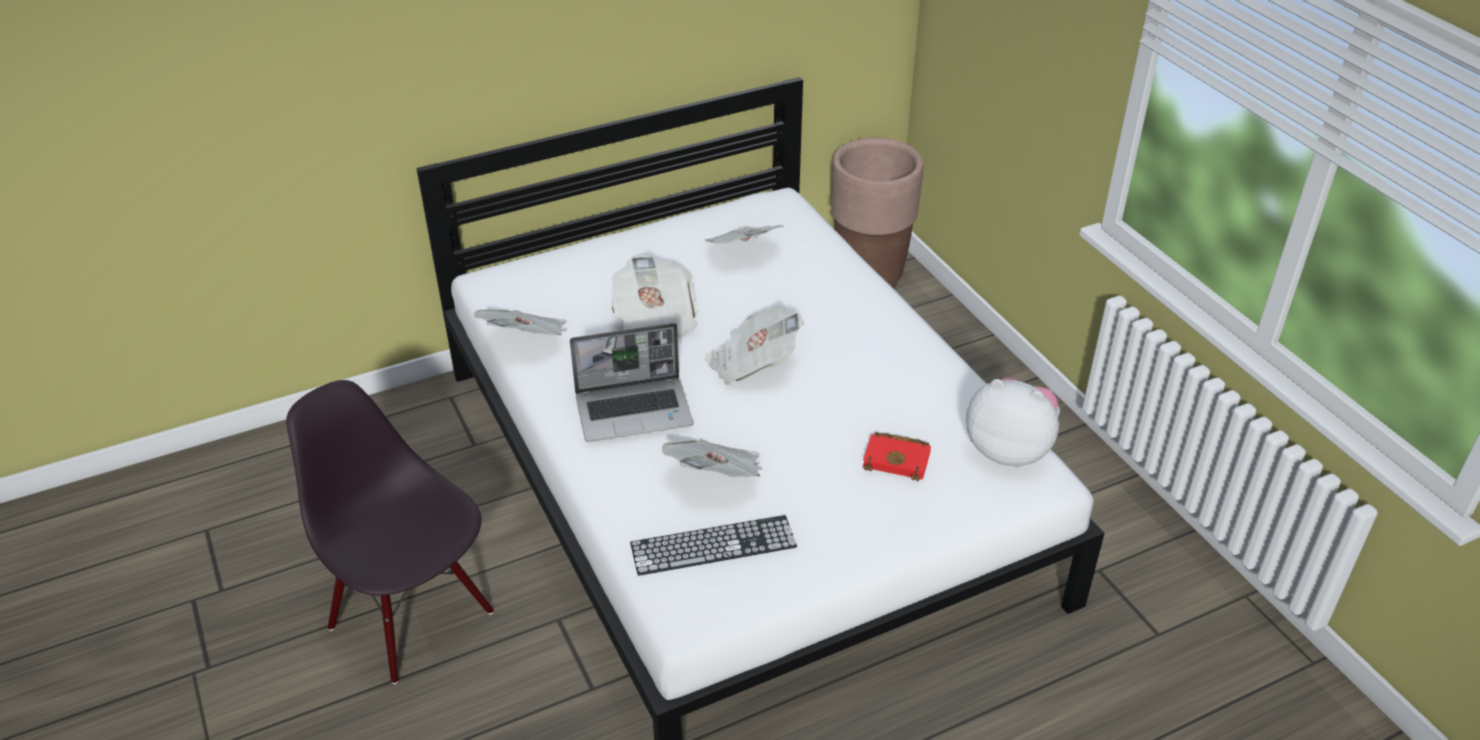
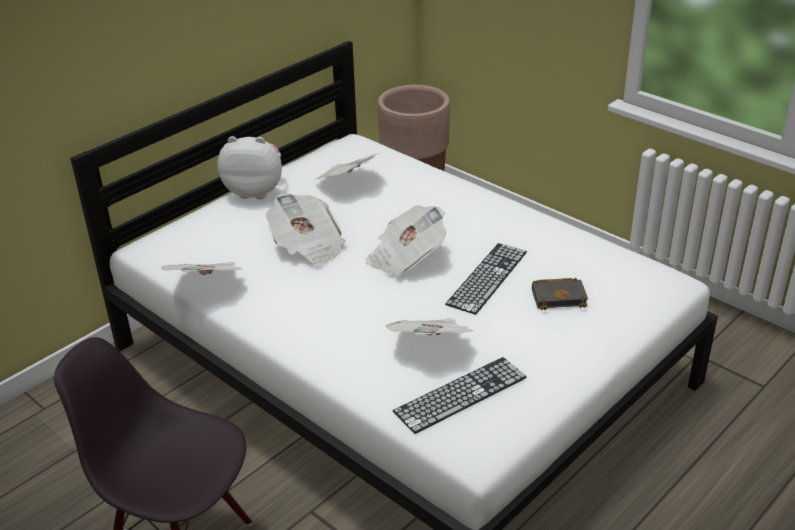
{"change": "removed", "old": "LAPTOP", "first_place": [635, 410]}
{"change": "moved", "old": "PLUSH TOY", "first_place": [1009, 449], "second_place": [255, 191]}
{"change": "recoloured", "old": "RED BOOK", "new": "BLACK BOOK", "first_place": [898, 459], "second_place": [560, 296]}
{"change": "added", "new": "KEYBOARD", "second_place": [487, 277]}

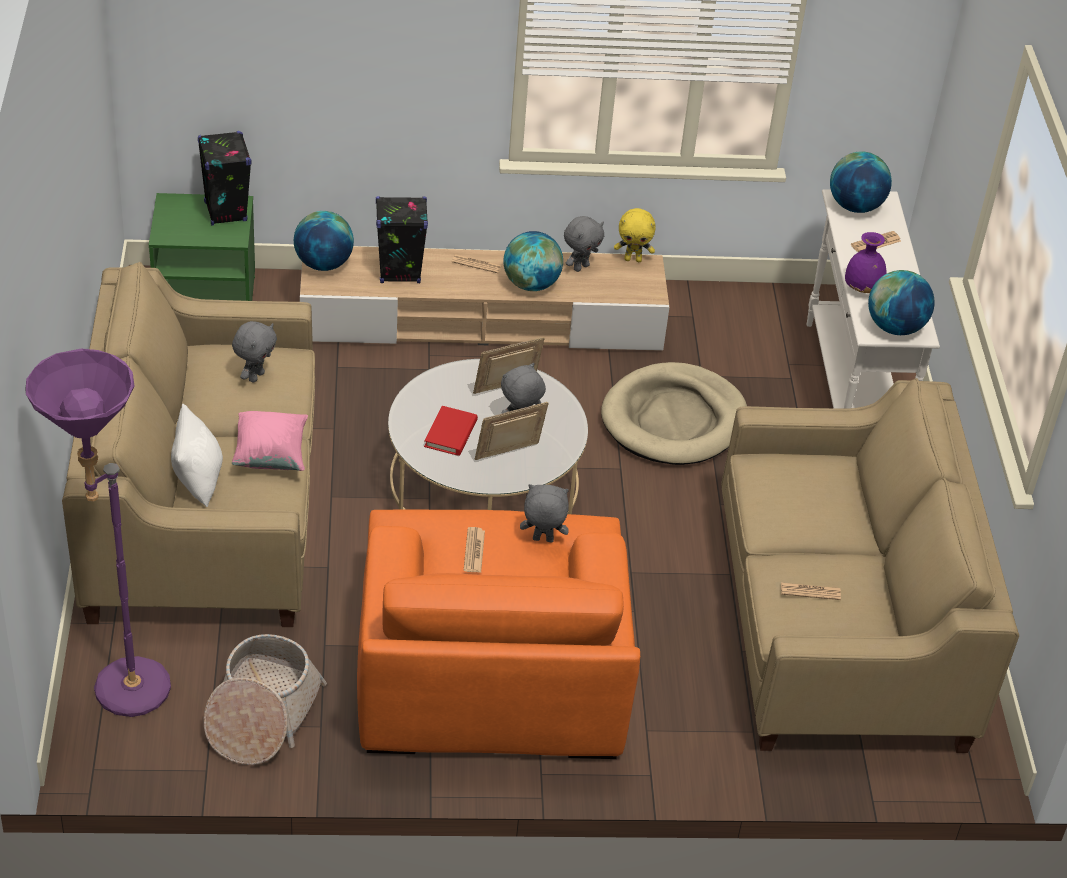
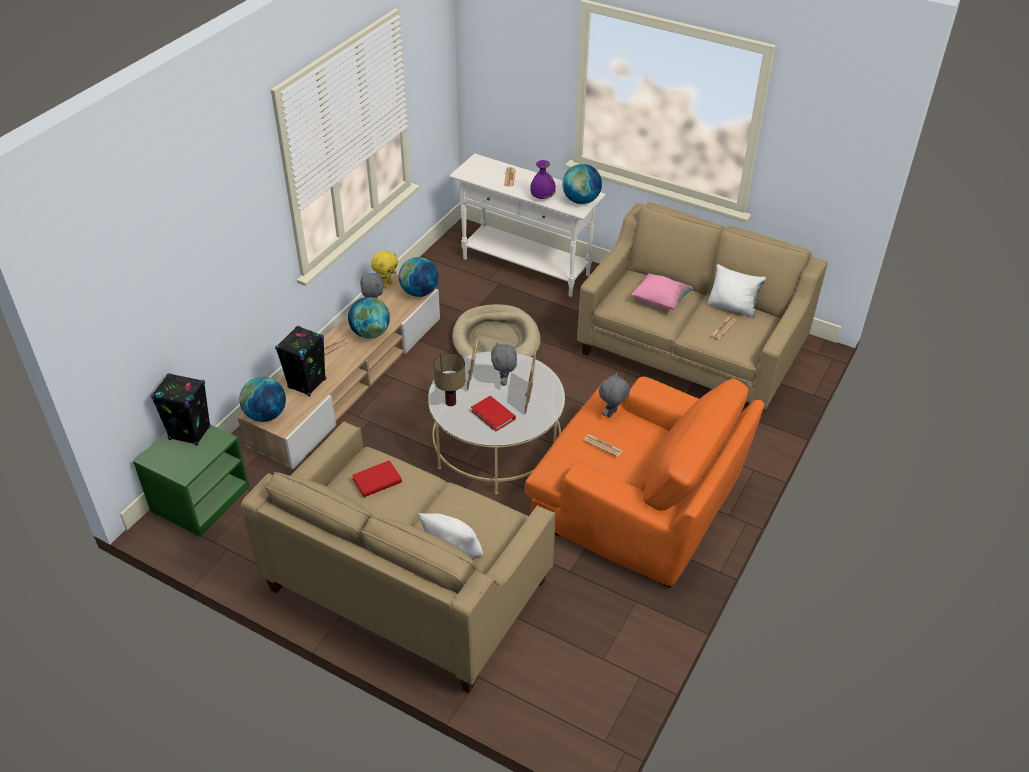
{"change": "moved", "old": "GLOBE", "first_place": [855, 206], "second_place": [419, 292]}
{"change": "replaced", "old": "GREY PLUSH TOY", "new": "RED BOOK", "first_place": [255, 376], "second_place": [377, 481]}
{"change": "removed", "old": "PURPLE FLOOR LAMP", "first_place": [119, 697]}
{"change": "moved", "old": "PINK PILLOW", "first_place": [270, 455], "second_place": [660, 301]}
{"change": "removed", "old": "BASKET", "first_place": [261, 715]}
{"change": "added", "new": "WHITE PILLOW", "second_place": [733, 307]}
{"change": "added", "new": "TABLE LAMP", "second_place": [450, 402]}

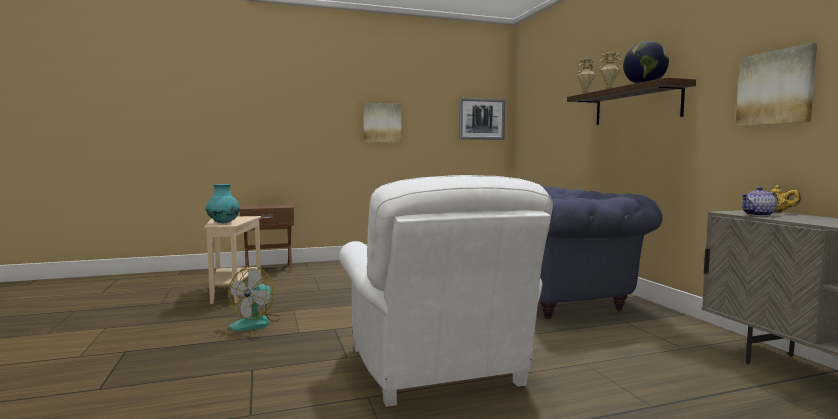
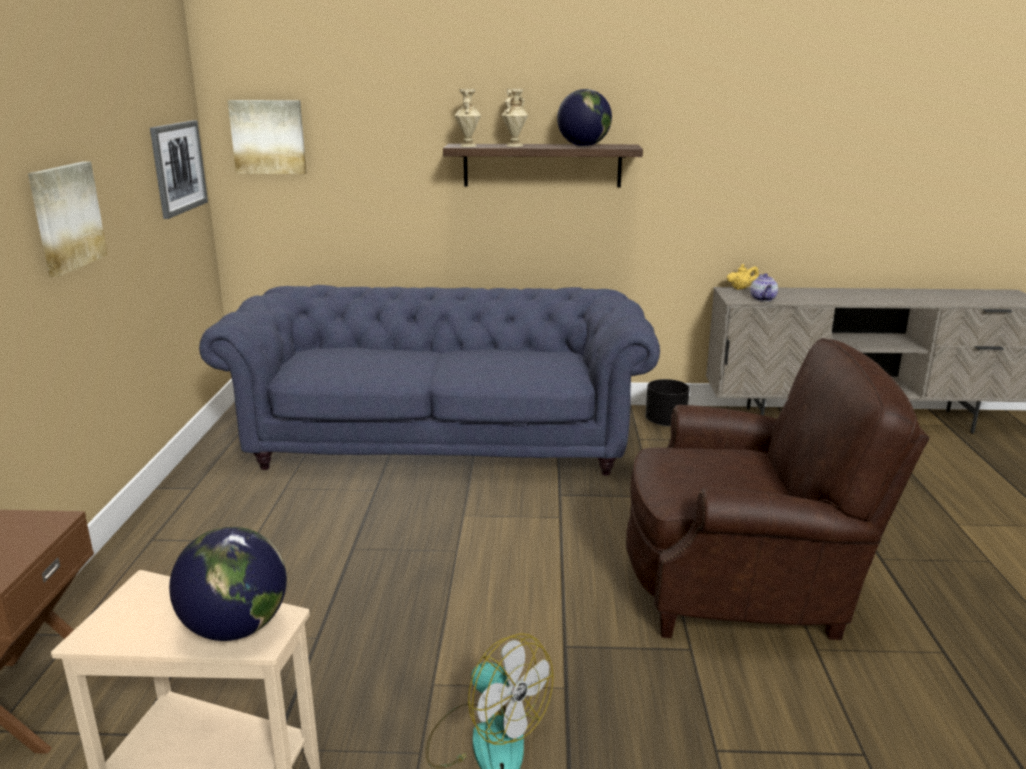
{"change": "moved", "old": "PICTURE", "first_place": [775, 88], "second_place": [268, 137]}
{"change": "recoloured", "old": "WHITE ARMCHAIR", "new": "BROWN ARMCHAIR", "first_place": [438, 369], "second_place": [745, 584]}
{"change": "replaced", "old": "TURQUOISE VASE", "new": "GLOBE", "first_place": [223, 223], "second_place": [236, 628]}
{"change": "added", "new": "BLACK PLANTER", "second_place": [666, 422]}

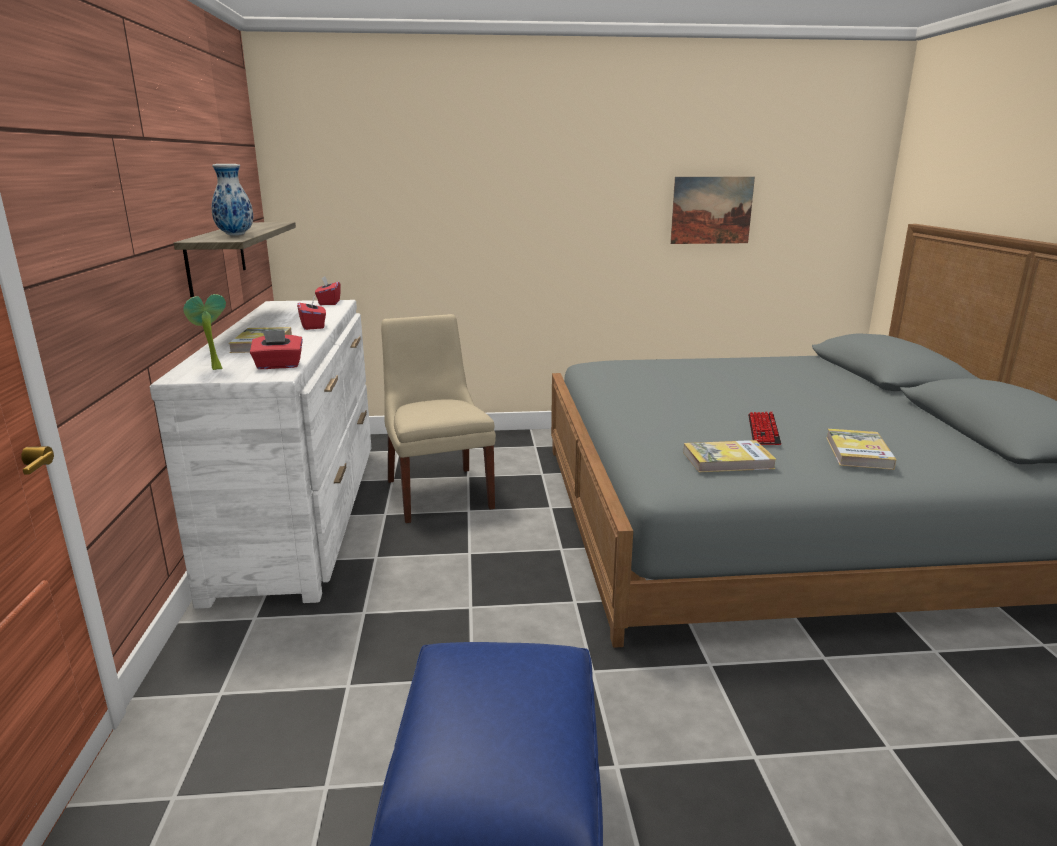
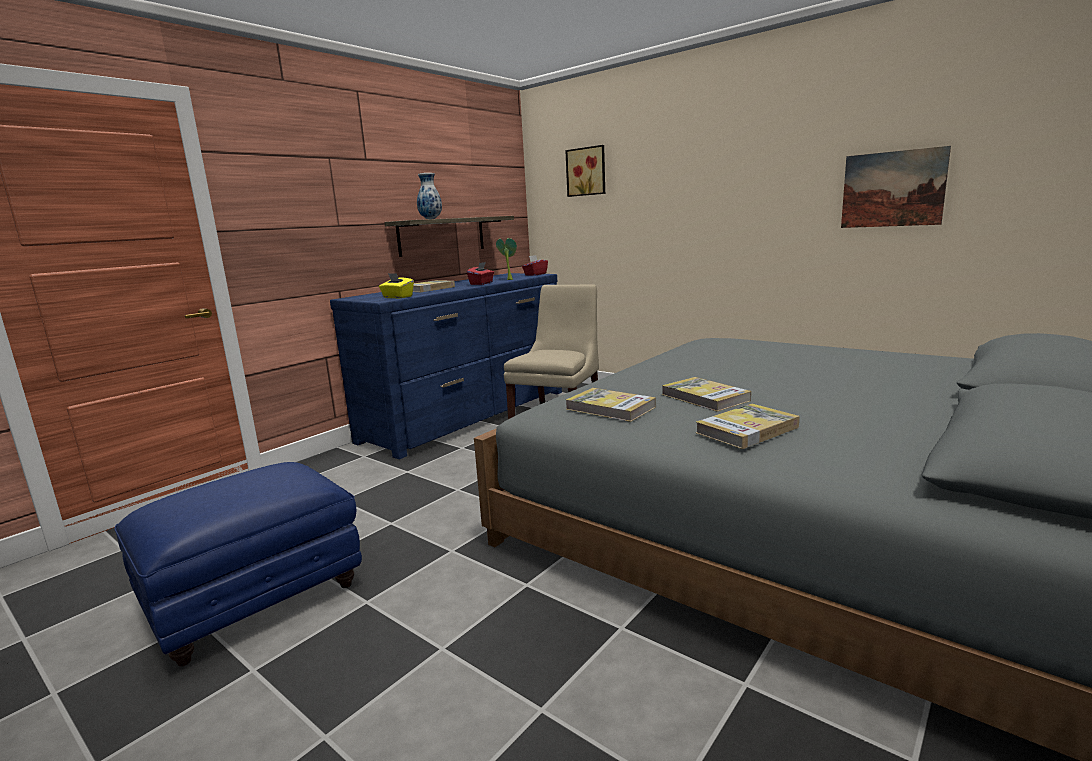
{"change": "moved", "old": "POTTED PLANT", "first_place": [213, 368], "second_place": [509, 279]}
{"change": "recoloured", "old": "WHITE DRESSER", "new": "BLUE DRESSER", "first_place": [301, 513], "second_place": [469, 415]}
{"change": "recoloured", "old": "RED TISSUE BOX", "new": "YELLOW TISSUE BOX", "first_place": [278, 366], "second_place": [397, 297]}
{"change": "replaced", "old": "KEYBOARD", "new": "BOOK", "first_place": [763, 430], "second_place": [705, 397]}
{"change": "added", "new": "PICTURE", "second_place": [587, 171]}

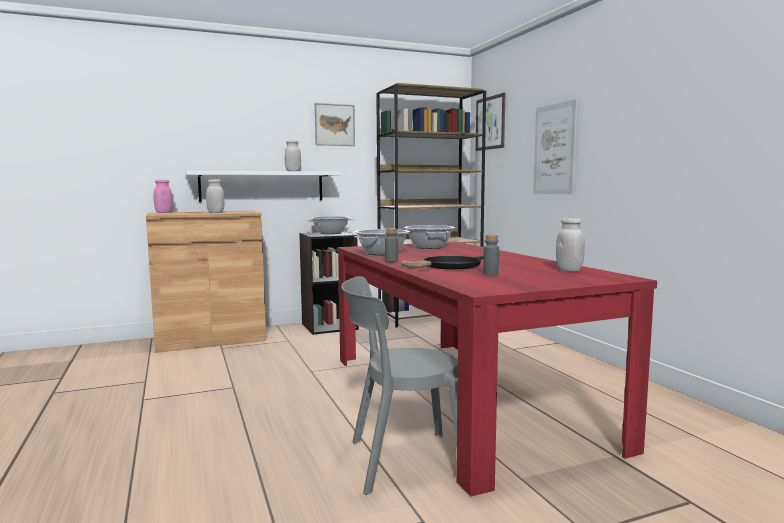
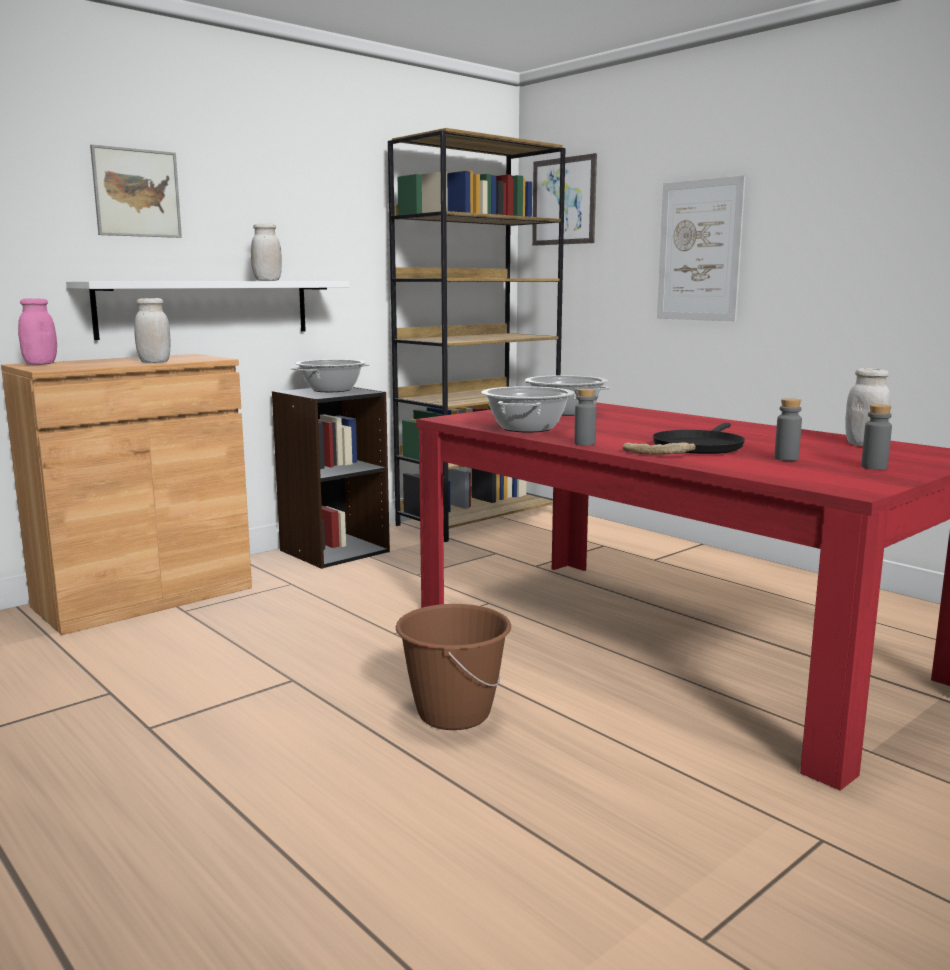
{"change": "moved", "old": "PICTURE", "first_place": [334, 125], "second_place": [137, 193]}
{"change": "removed", "old": "GREY CHAIR", "first_place": [399, 461]}
{"change": "added", "new": "GREY BOTTLE", "second_place": [874, 467]}
{"change": "added", "new": "BROWN BUCKET", "second_place": [453, 713]}

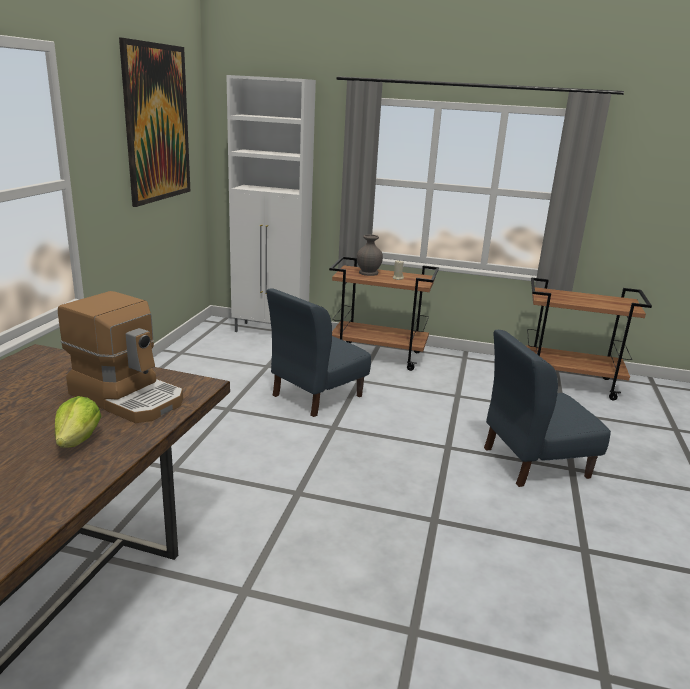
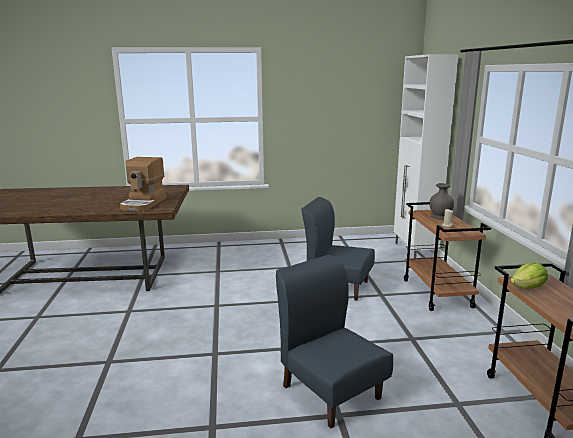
{"change": "removed", "old": "PICTURE", "first_place": [157, 124]}
{"change": "moved", "old": "LETTUCE", "first_place": [78, 440], "second_place": [528, 288]}

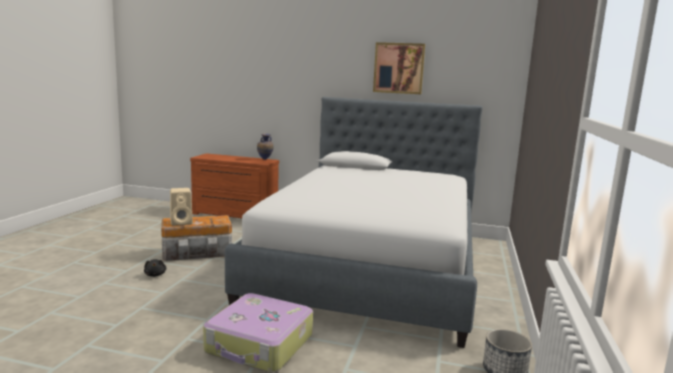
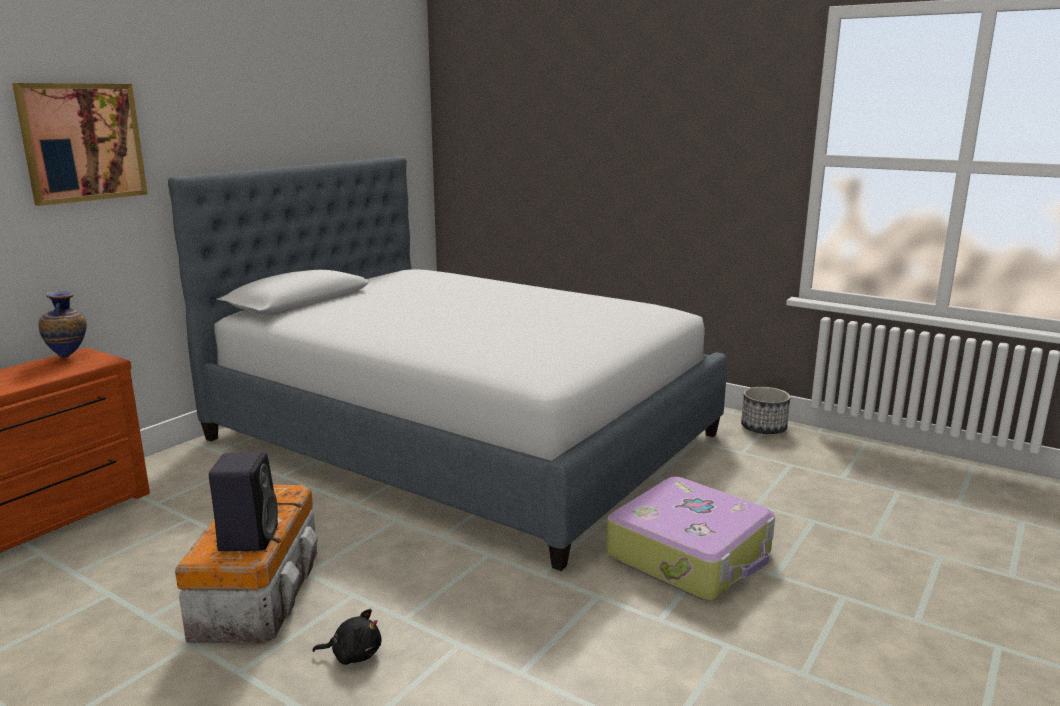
{"change": "moved", "old": "PICTURE", "first_place": [398, 68], "second_place": [82, 142]}
{"change": "recoloured", "old": "BEIGE SPEAKER", "new": "BLACK SPEAKER", "first_place": [182, 222], "second_place": [248, 537]}

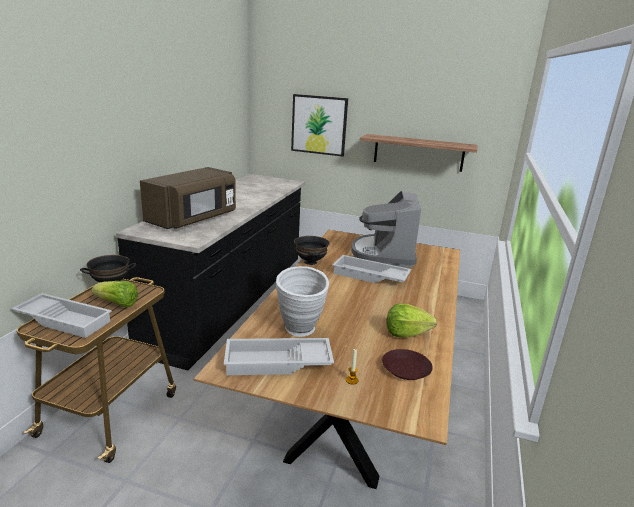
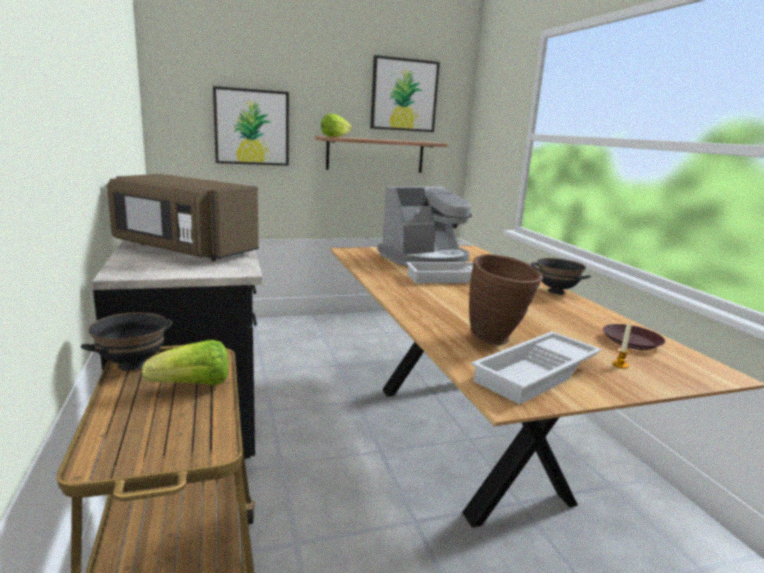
{"change": "turned", "old": "BROWN MICROWAVE", "first_place": [193, 219], "second_place": [183, 249], "degrees": 120}
{"change": "turned", "old": "COFFEE MACHINE", "first_place": [384, 254], "second_place": [425, 259], "degrees": -90}
{"change": "moved", "old": "BLACK BOWL", "first_place": [310, 262], "second_place": [556, 291]}
{"change": "recoloured", "old": "WHITE VASE", "new": "BROWN VASE", "first_place": [300, 332], "second_place": [497, 340]}
{"change": "removed", "old": "WHITE TRAY", "first_place": [65, 319]}
{"change": "moved", "old": "LETTUCE", "first_place": [406, 333], "second_place": [334, 137]}
{"change": "added", "new": "PICTURE", "second_place": [404, 95]}

